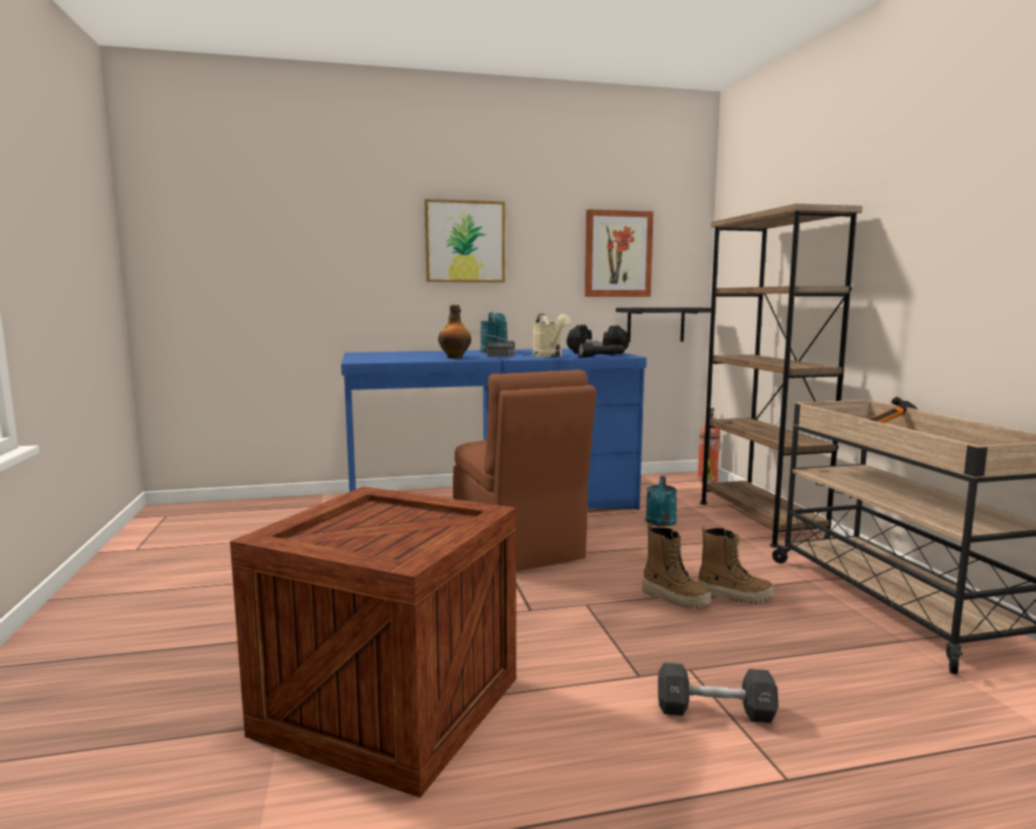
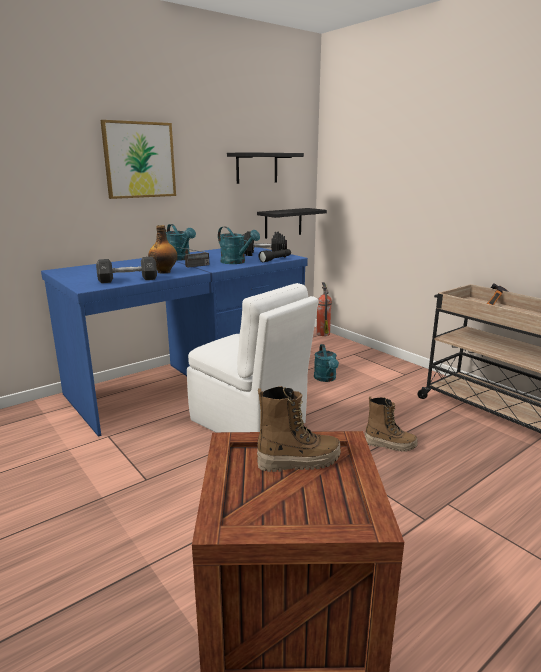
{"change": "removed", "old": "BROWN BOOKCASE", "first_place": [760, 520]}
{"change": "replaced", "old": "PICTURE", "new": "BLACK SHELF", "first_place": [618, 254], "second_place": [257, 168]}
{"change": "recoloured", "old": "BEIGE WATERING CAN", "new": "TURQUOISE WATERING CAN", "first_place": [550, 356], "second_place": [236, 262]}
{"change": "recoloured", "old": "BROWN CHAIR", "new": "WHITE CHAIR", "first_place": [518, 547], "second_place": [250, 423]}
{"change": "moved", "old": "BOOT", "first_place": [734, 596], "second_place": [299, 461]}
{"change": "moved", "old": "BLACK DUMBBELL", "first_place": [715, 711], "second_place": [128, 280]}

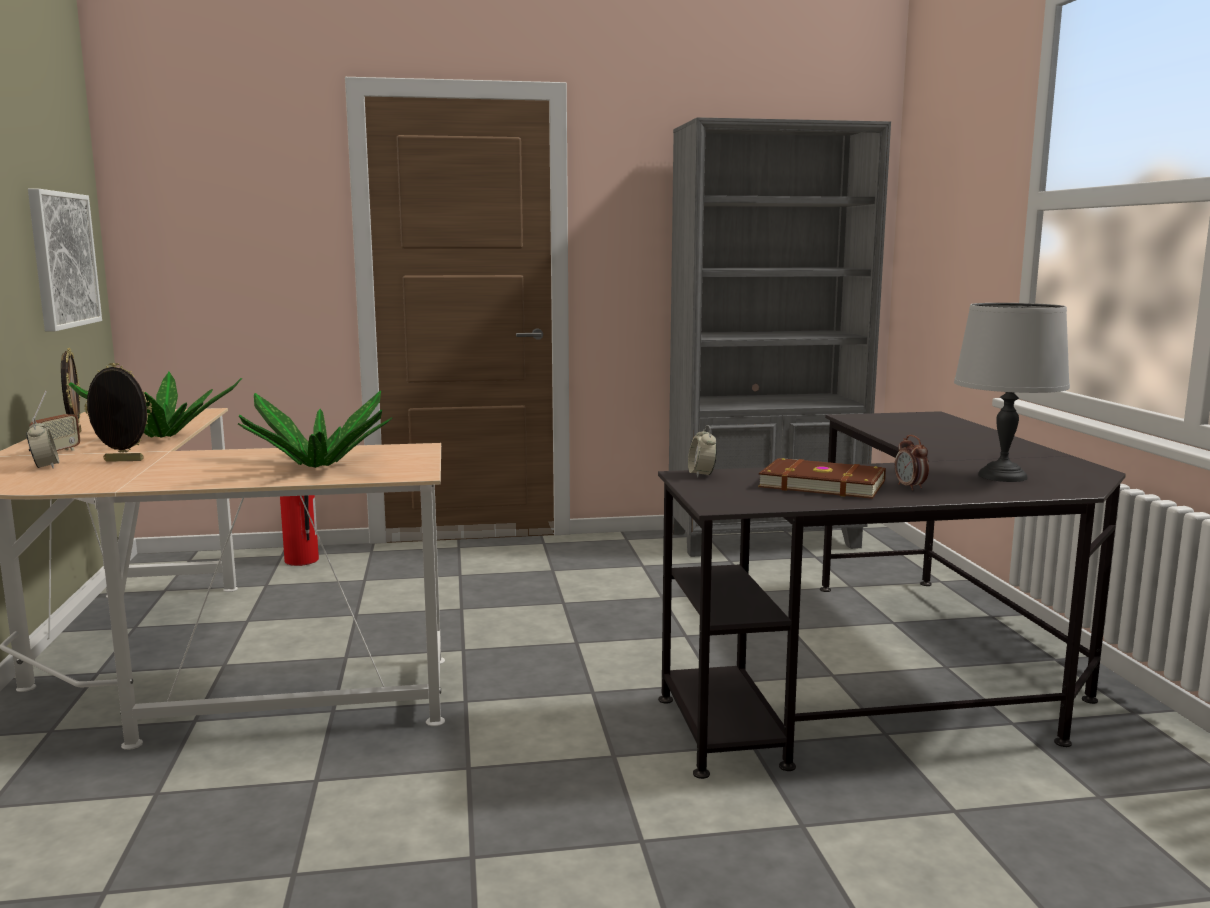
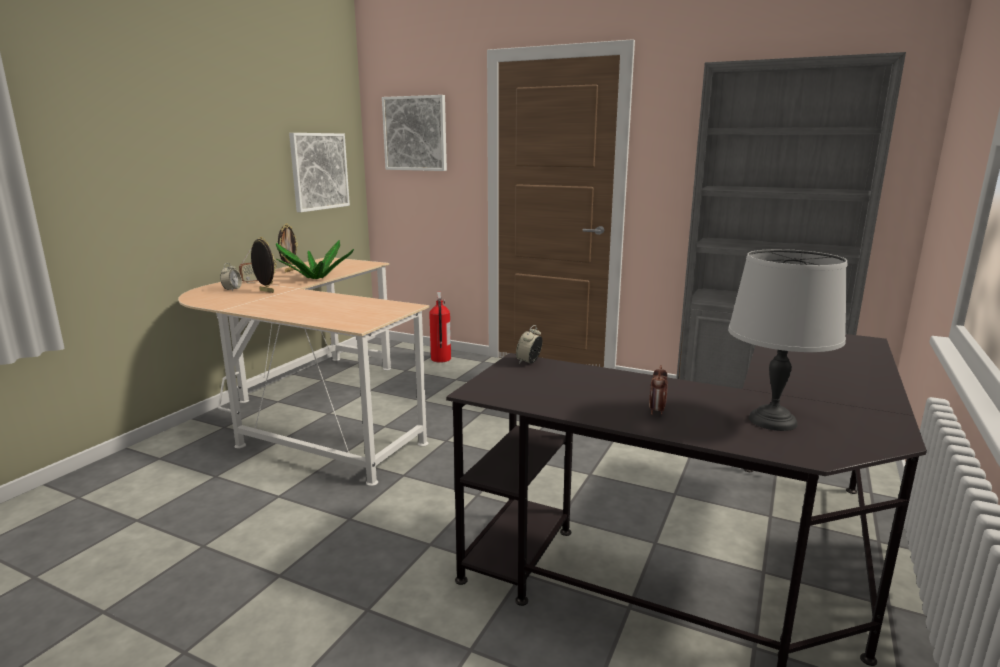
{"change": "removed", "old": "POTTED PLANT", "first_place": [319, 465]}
{"change": "removed", "old": "BROWN BOOK", "first_place": [822, 484]}
{"change": "added", "new": "PICTURE", "second_place": [415, 133]}

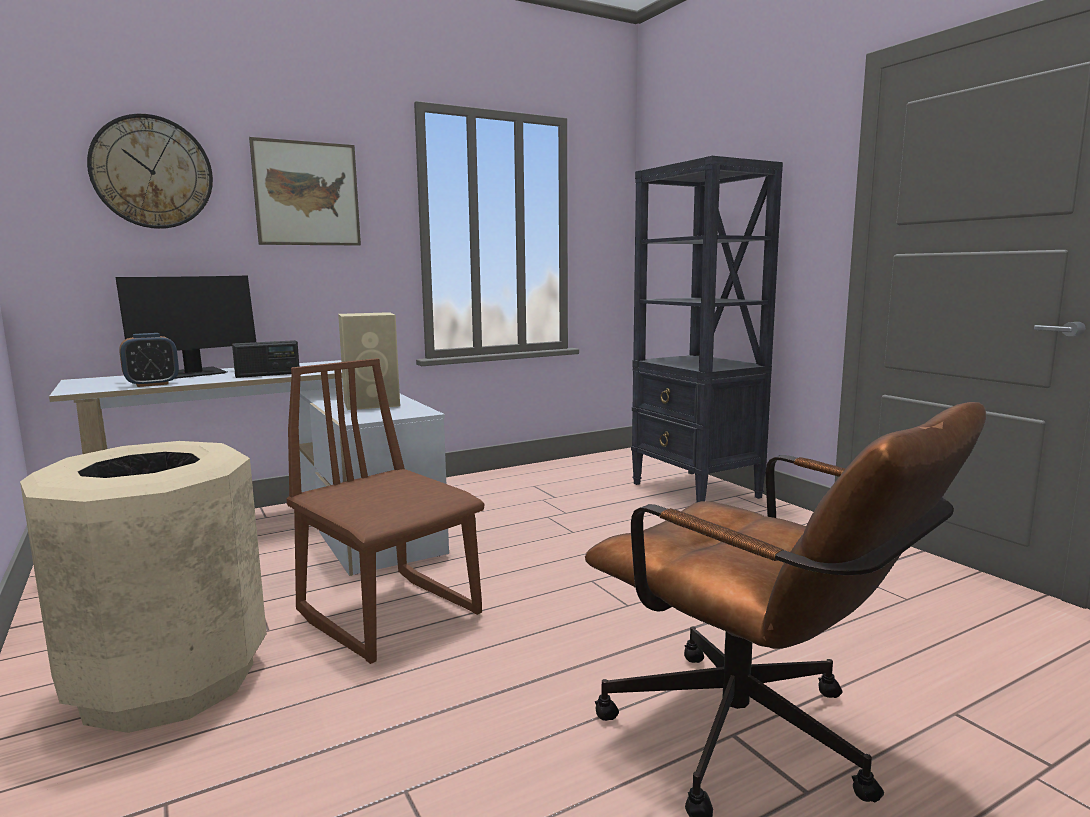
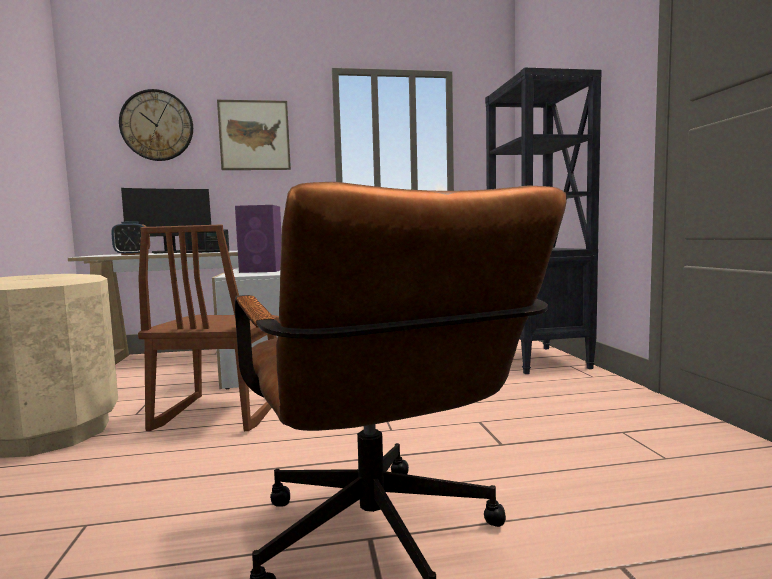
{"change": "recoloured", "old": "BEIGE SPEAKER", "new": "PURPLE SPEAKER", "first_place": [373, 404], "second_place": [263, 271]}
{"change": "turned", "old": "BROWN CHAIR", "first_place": [391, 613], "second_place": [219, 414], "degrees": -150}

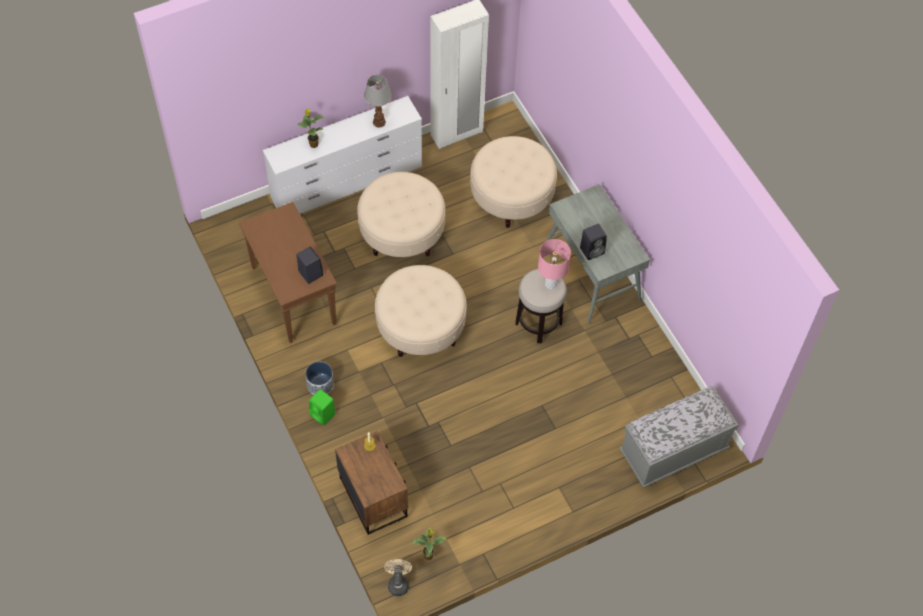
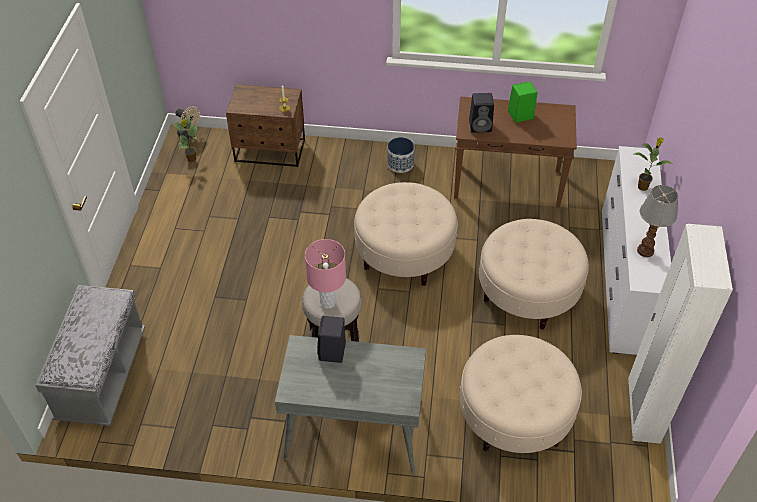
{"change": "moved", "old": "GREEN SPEAKER", "first_place": [323, 415], "second_place": [520, 115]}

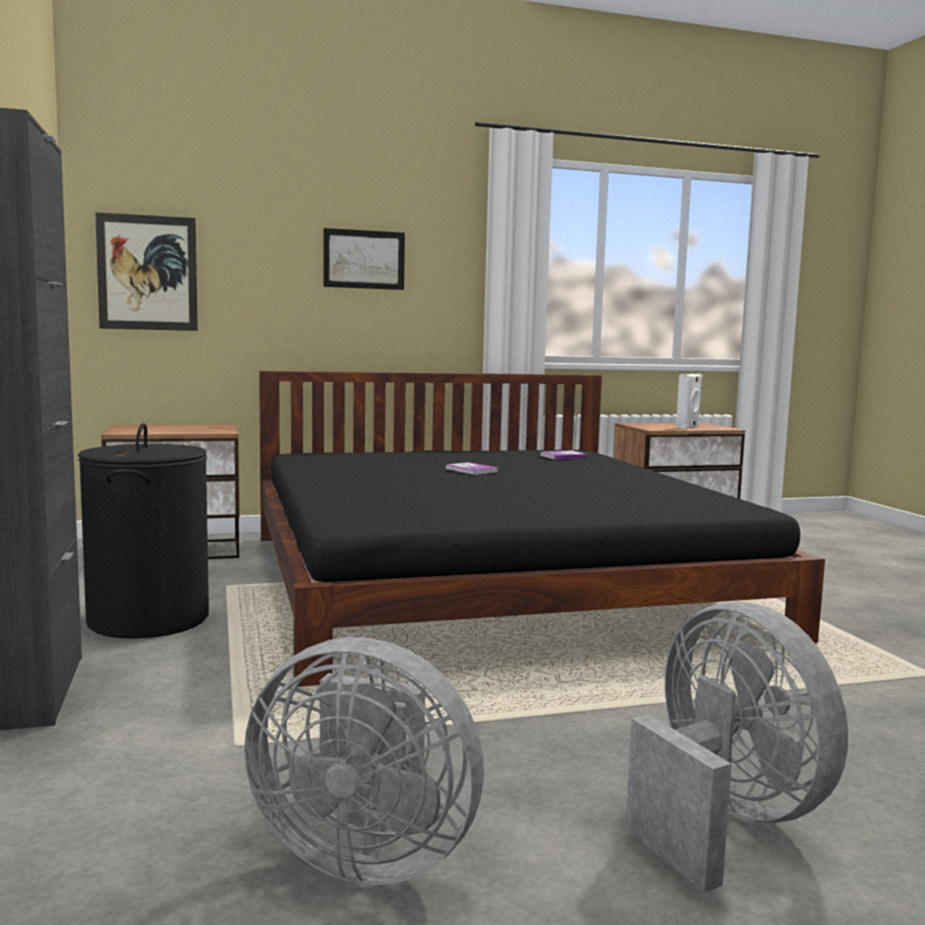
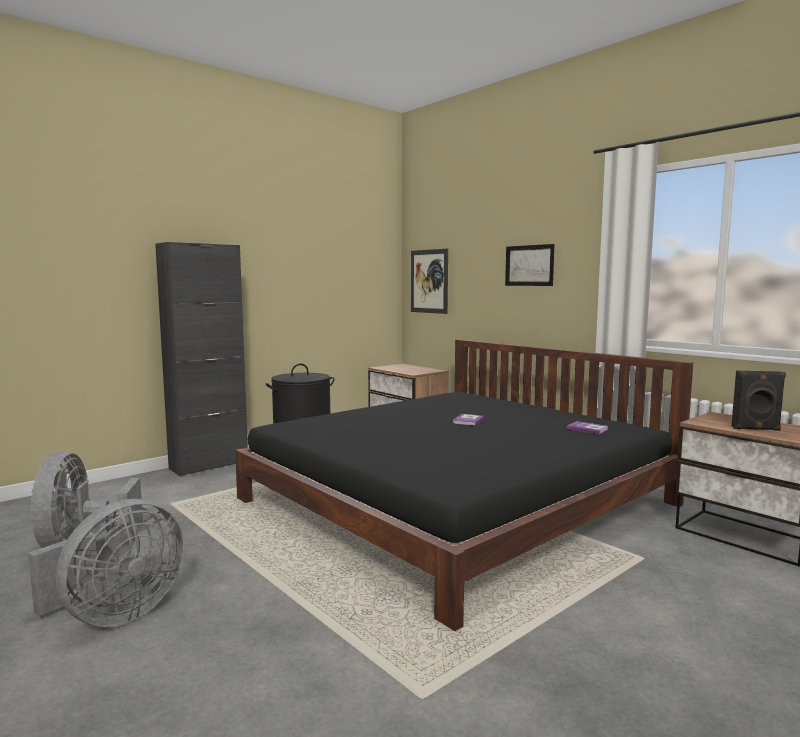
{"change": "recoloured", "old": "WHITE SPEAKER", "new": "BLACK SPEAKER", "first_place": [688, 427], "second_place": [756, 429]}

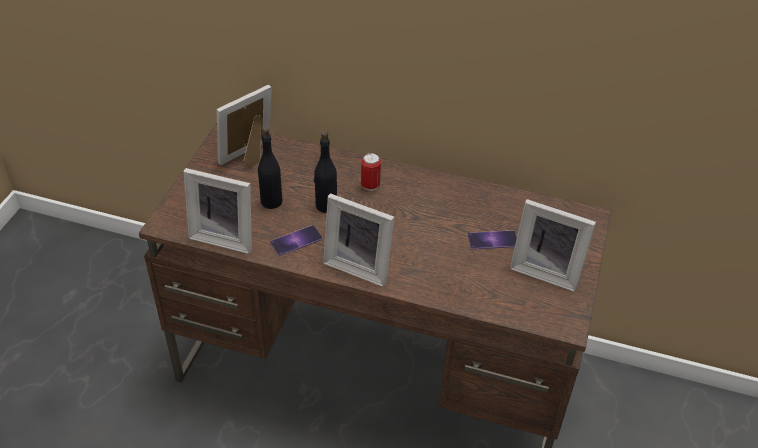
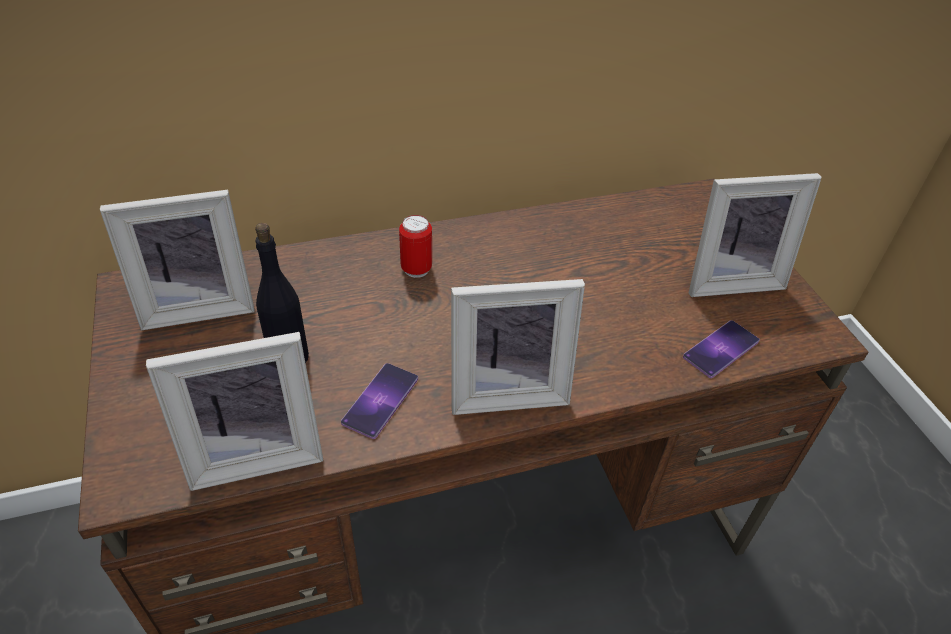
{"change": "turned", "old": "PICTURE FRAME", "first_place": [250, 157], "second_place": [198, 305], "degrees": -120}
{"change": "removed", "old": "BLACK BOTTLE", "first_place": [326, 205]}
{"change": "moved", "old": "PHONE", "first_place": [492, 240], "second_place": [721, 349]}

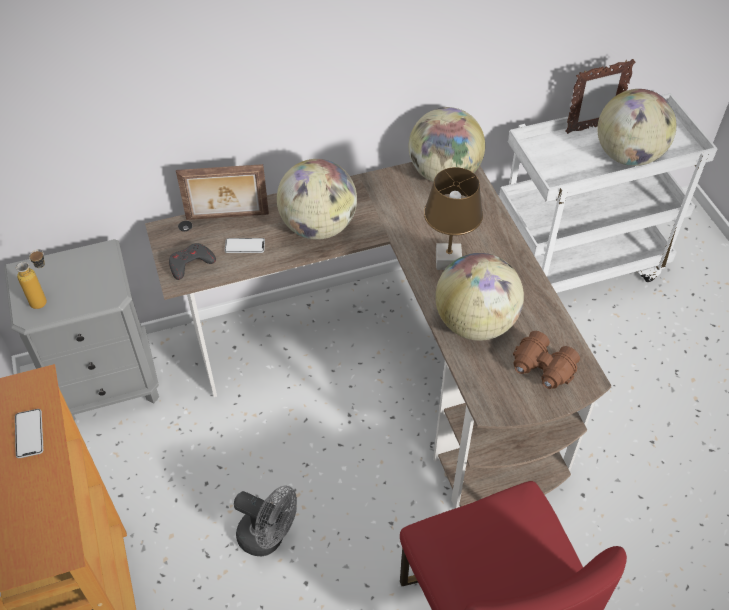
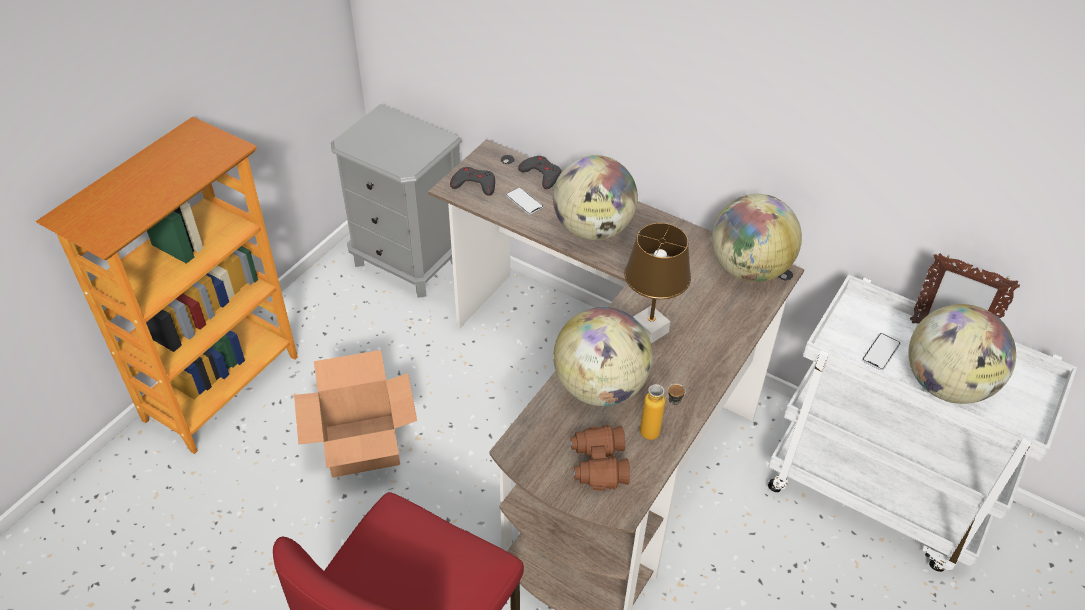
{"change": "replaced", "old": "PICTURE FRAME", "new": "GREY GAME CONTROLLER", "first_place": [227, 217], "second_place": [541, 175]}
{"change": "moved", "old": "BOTTLE", "first_place": [45, 300], "second_place": [658, 434]}
{"change": "moved", "old": "PHONE", "first_place": [29, 434], "second_place": [881, 352]}
{"change": "replaced", "old": "GREY FAN", "new": "CARDBOARD BOX", "first_place": [268, 537], "second_place": [363, 444]}

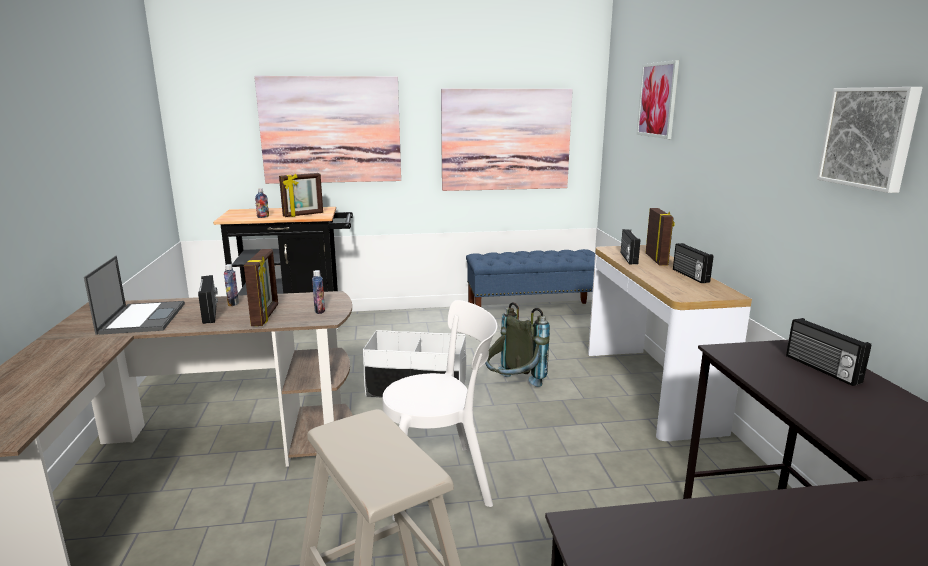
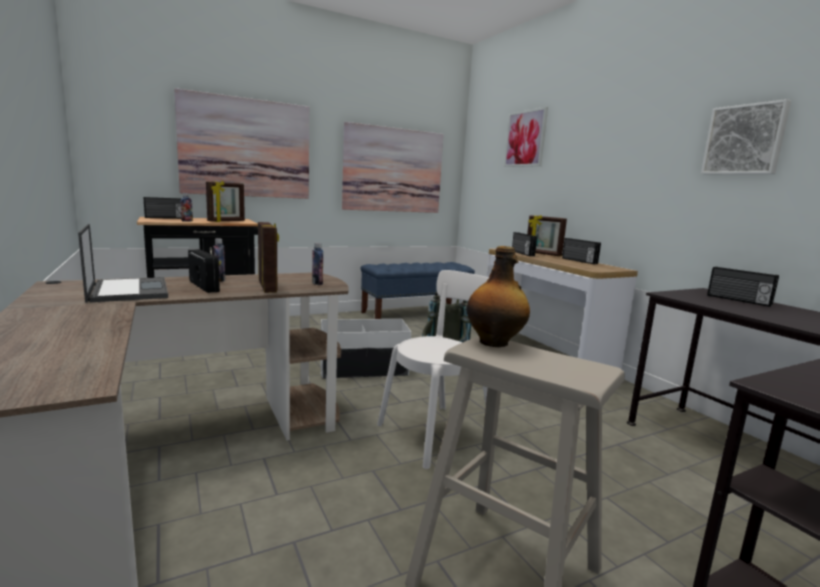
{"change": "turned", "old": "PICTURE FRAME", "first_place": [657, 259], "second_place": [543, 254], "degrees": 150}
{"change": "added", "new": "RADIO", "second_place": [165, 218]}
{"change": "added", "new": "BOTTLE", "second_place": [495, 343]}

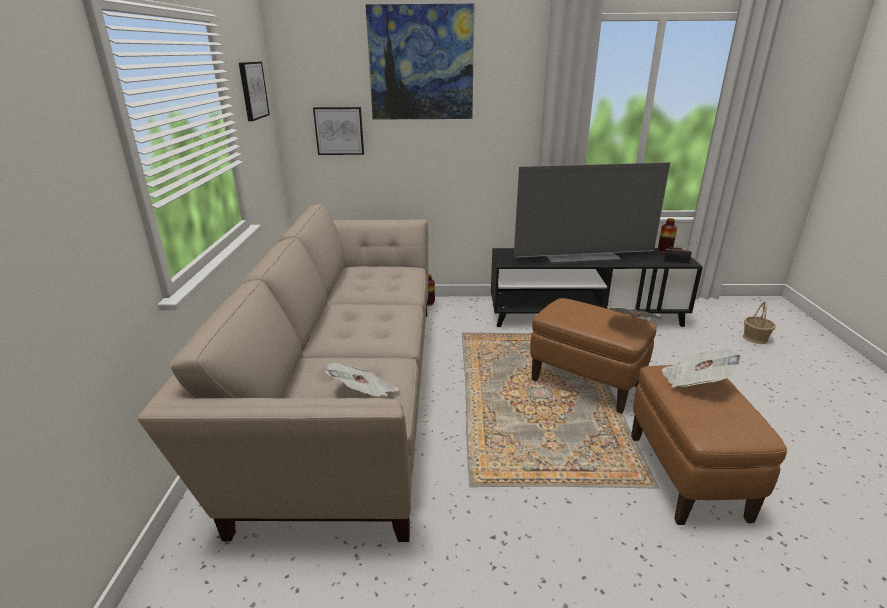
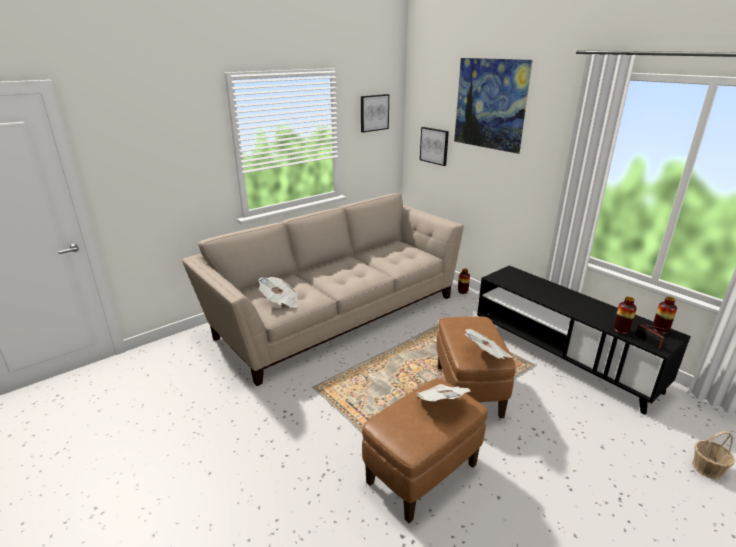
{"change": "removed", "old": "TELEVISION", "first_place": [581, 256]}
{"change": "added", "new": "VASE", "second_place": [620, 330]}

